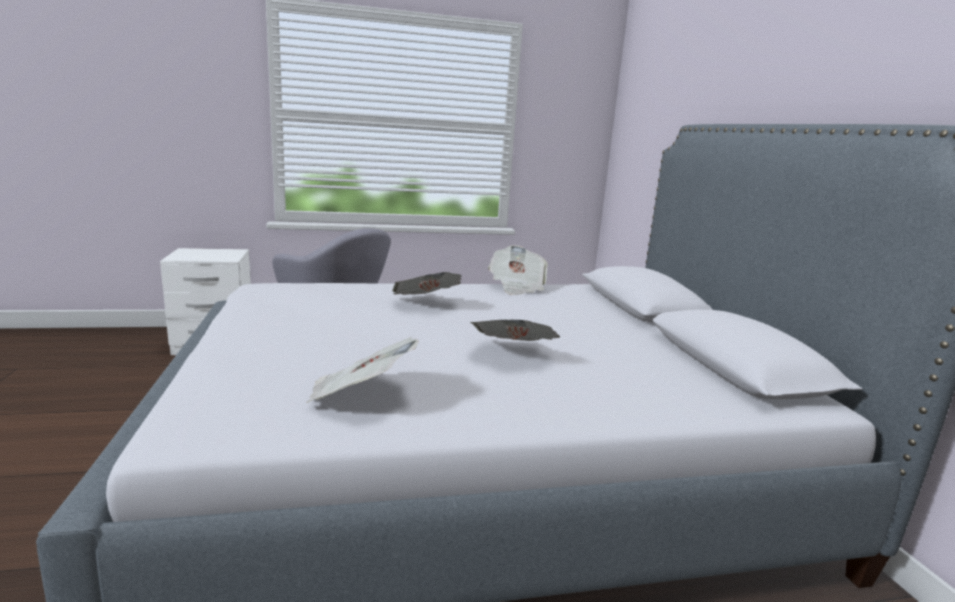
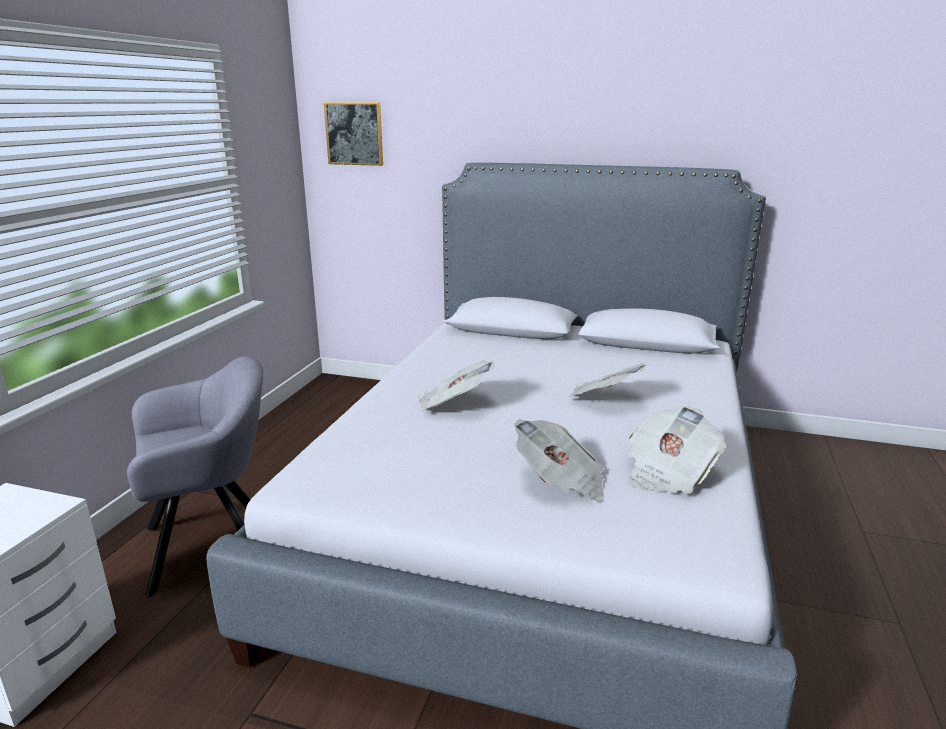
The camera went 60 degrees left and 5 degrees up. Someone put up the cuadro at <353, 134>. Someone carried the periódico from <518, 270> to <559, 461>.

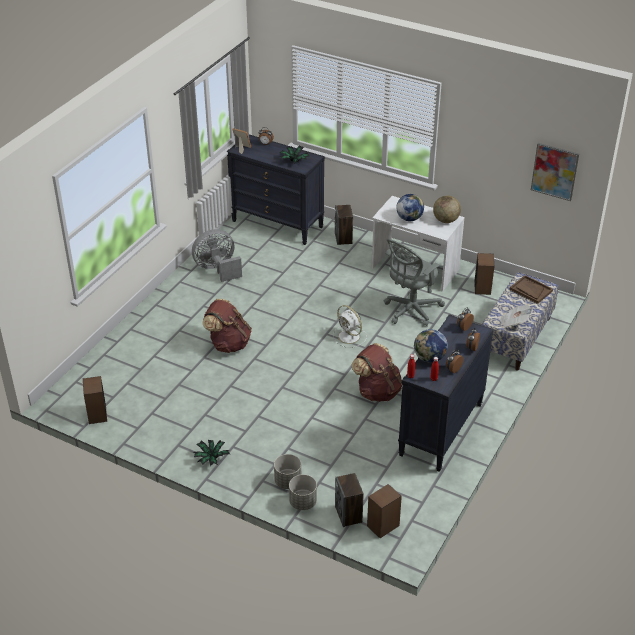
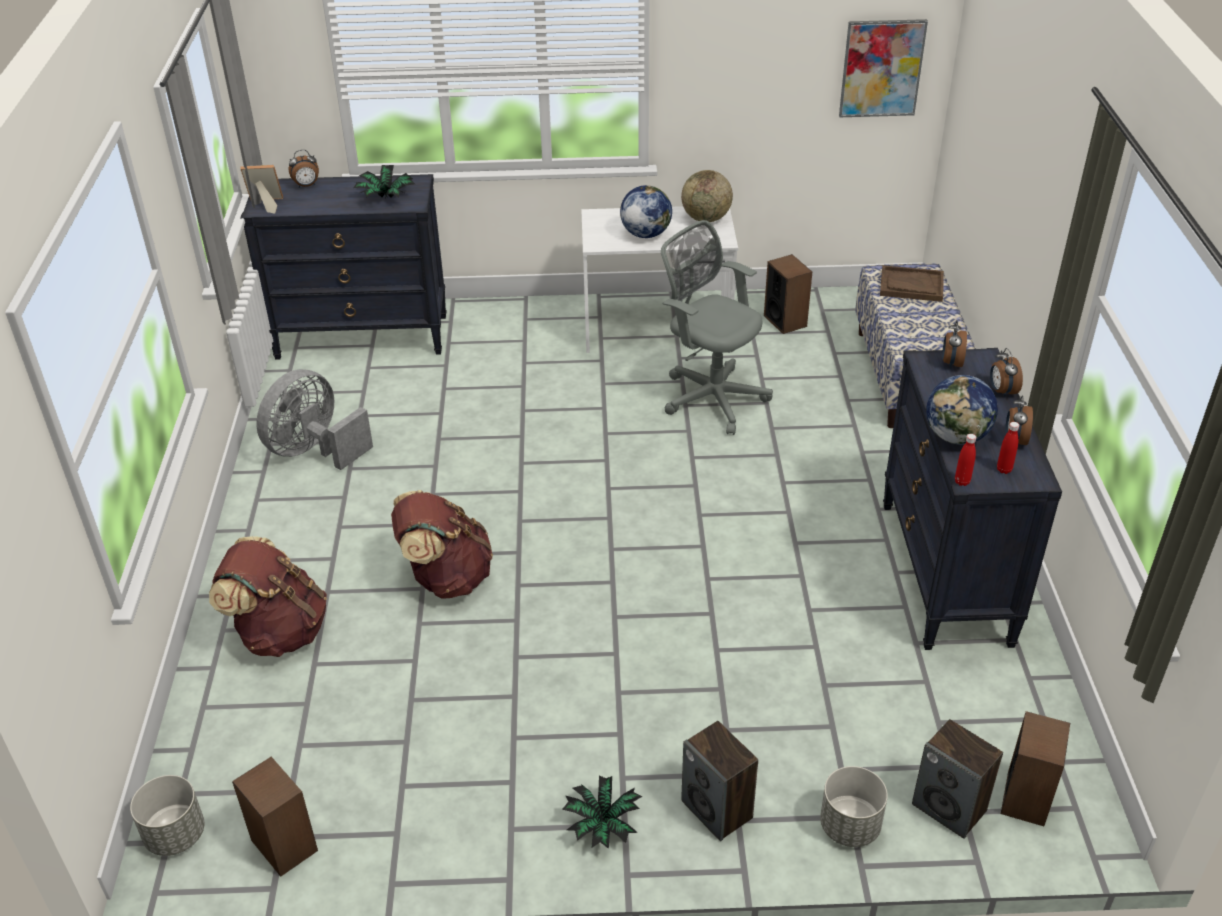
The camera went 30 degrees left and 0 degrees up. Someone carried the maceta/gris from <287, 471> to <167, 815>. Someone carried the mochila/marrón from <376, 372> to <268, 596>. Someone rotated the silla de oficina/gris at <414, 282> by 120 degrees clockwise. Someone carried the altavoz from <344, 225> to <719, 781>. Someone took away the ventilador/blanco at <350, 326>. Someone took away the periódico at <516, 316>.

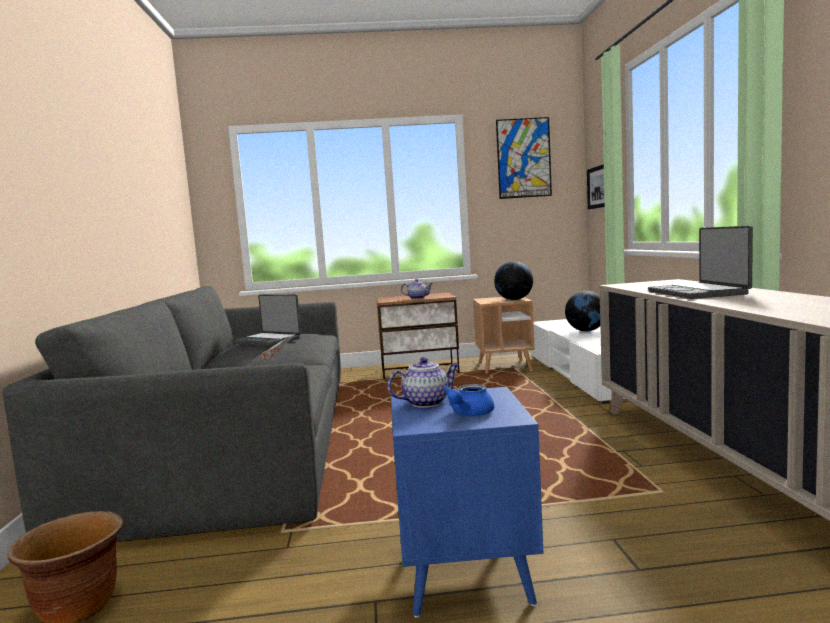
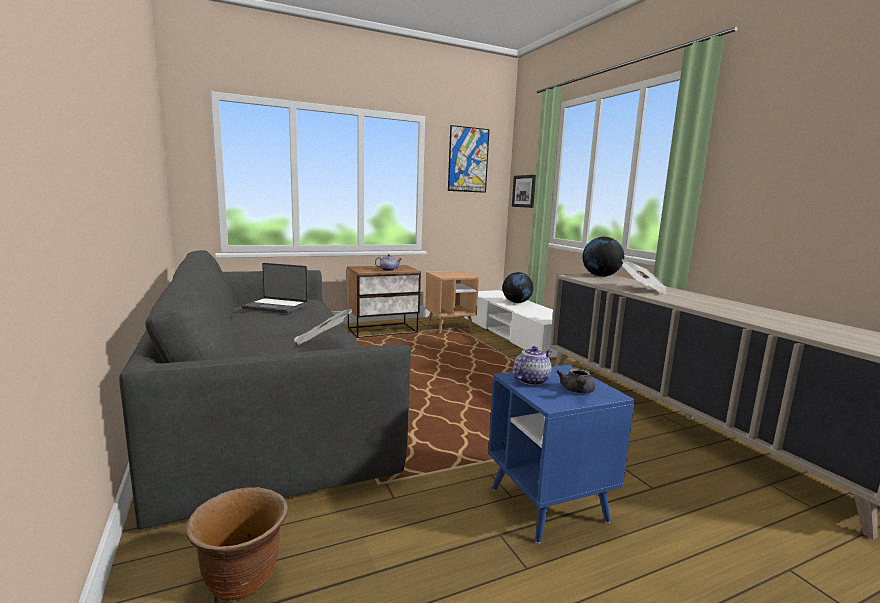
The camera went 20 degrees left and 5 degrees up. Someone repainted the tetera/azul at <468, 400>, which became the tetera/gris at <576, 381>. Someone carried the globo terráqueo from <513, 280> to <603, 257>. Someone swapped the portátil at <700, 262> for the periódico at <644, 276>.

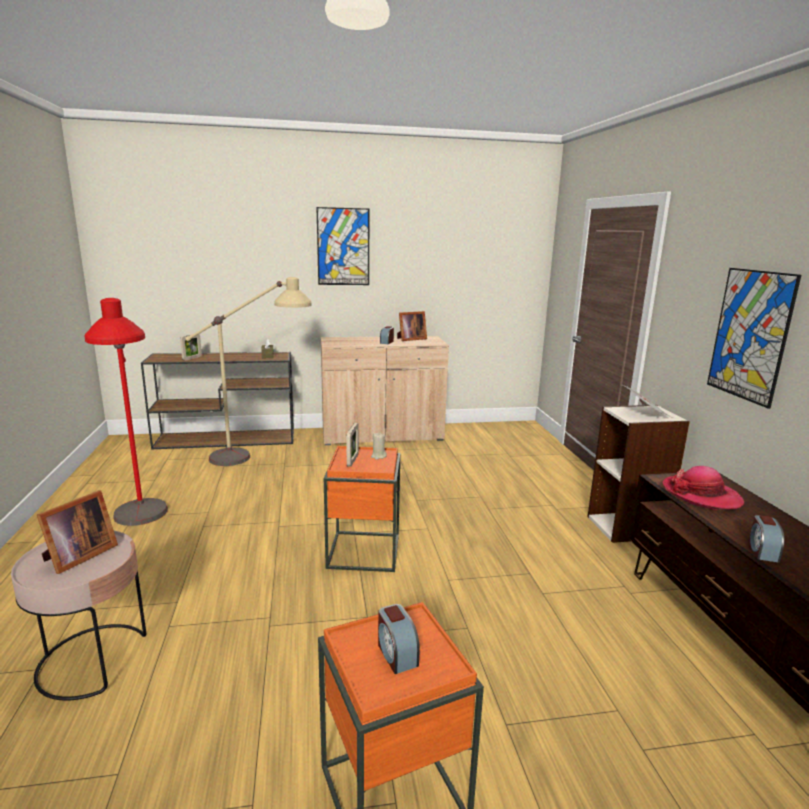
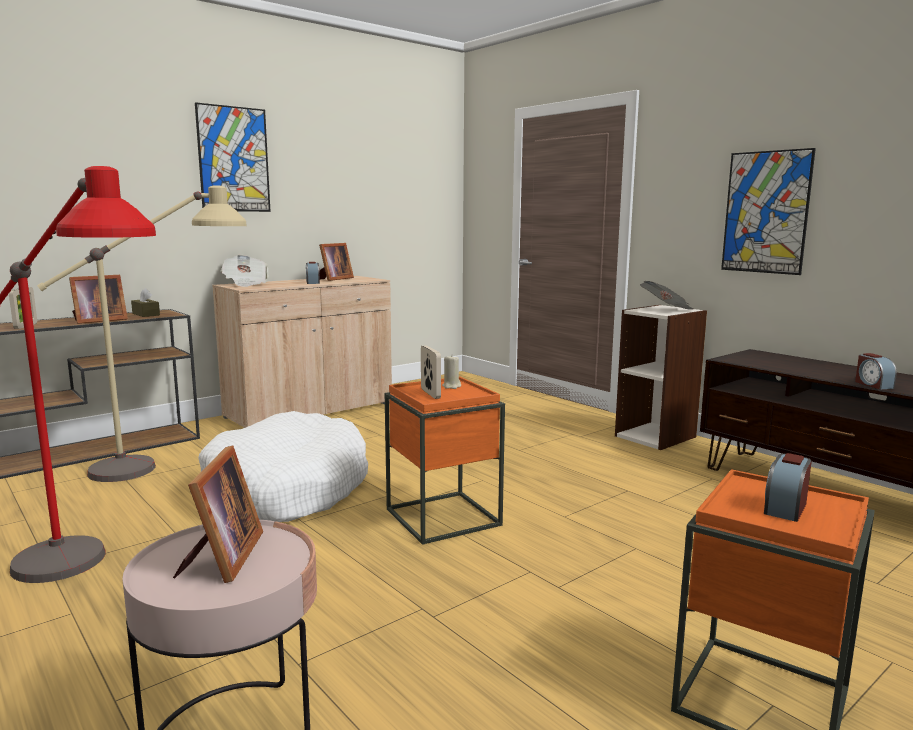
The camera went 30 degrees left and 5 degrees down. Someone put down the portarretratos at <98, 299>. Someone put down the cama para perro/blanco at <283, 466>. Someone put down the periódico at <244, 271>. Someone rotated the despertador at <399, 639> by 90 degrees clockwise. Someone took away the sombrero at <703, 488>.

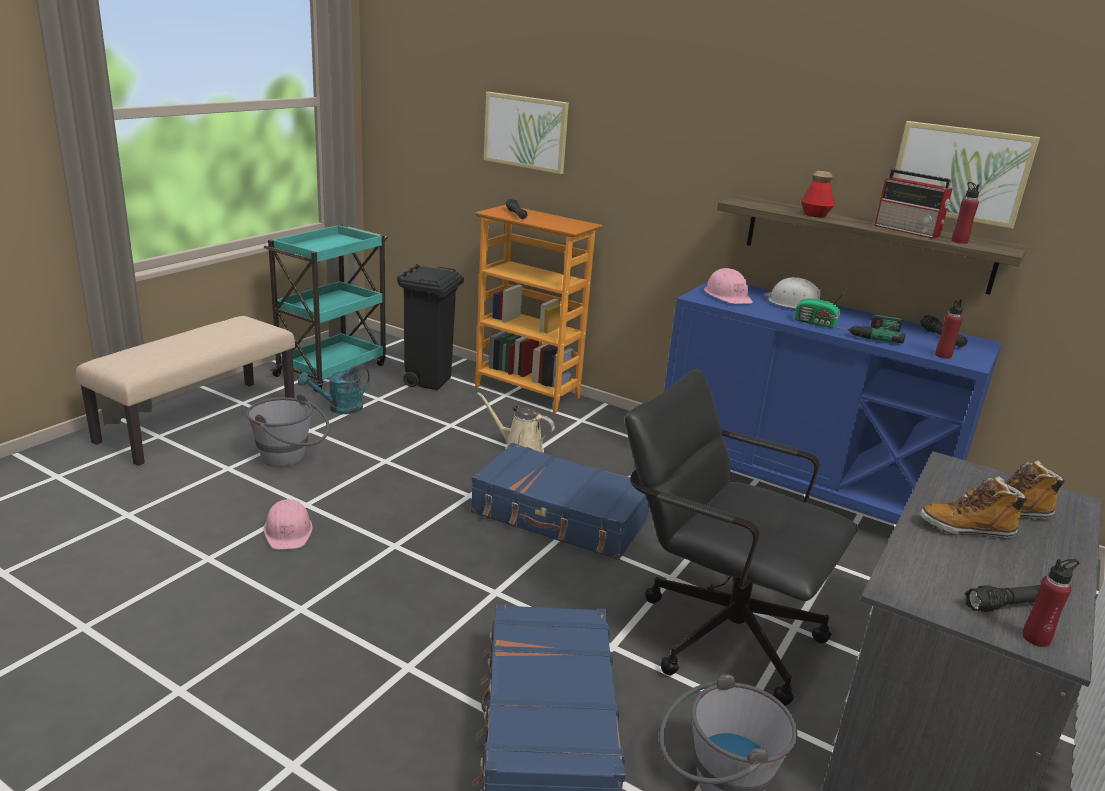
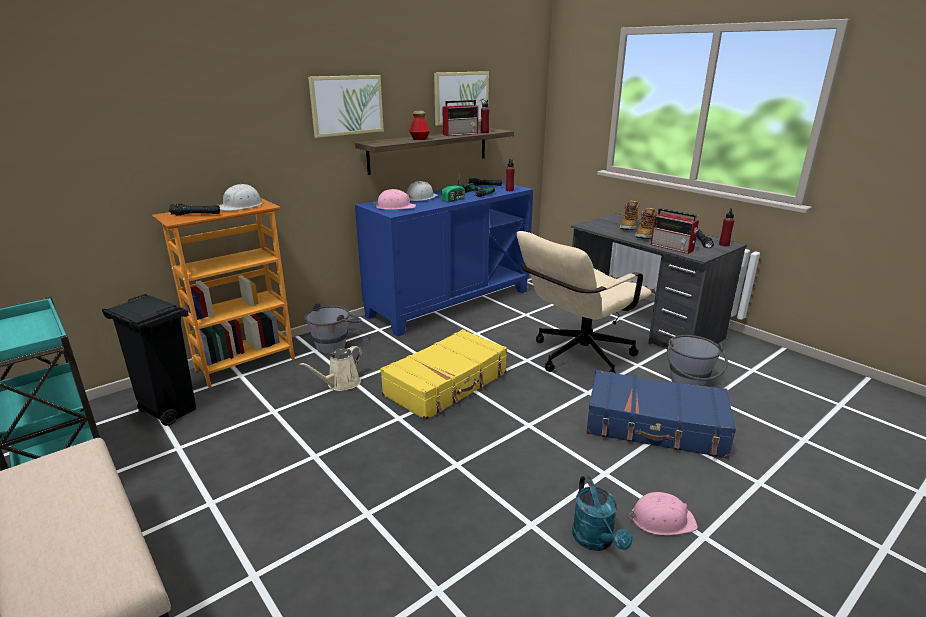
The camera went 70 degrees left and 0 degrees up. Someone put down the casco/blanco at <240, 197>. Someone carried the cubo/gris from <288, 430> to <332, 328>. Someone carried the cuadro from <526, 133> to <346, 106>. Someone repainted the maleta/azul at <560, 501>, which became the maleta/amarillo at <443, 374>. Someone repainted the silla de oficina/negro at <741, 537>, which became the silla de oficina/beis at <584, 302>. Someone carried the regadera/turquesa from <334, 389> to <602, 513>. Someone carried the casco/rosa from <288, 524> to <663, 513>. Someone put down the radio at <675, 231>.

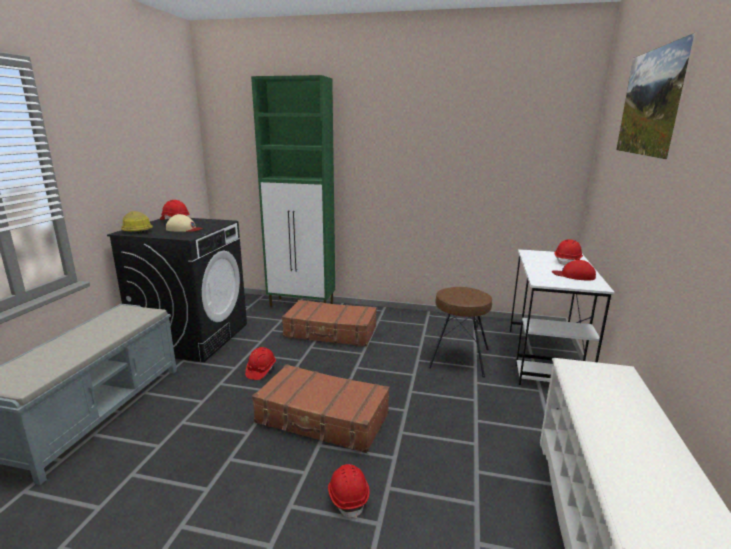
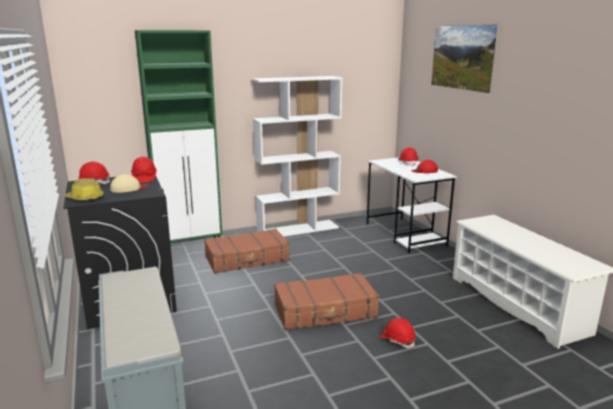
The camera went 35 degrees left and 0 degrees up. Someone carried the casco/rojo from <260, 363> to <144, 170>. Someone put down the estantería/blanco at <297, 156>. Someone took away the taburete/marrón at <460, 332>.

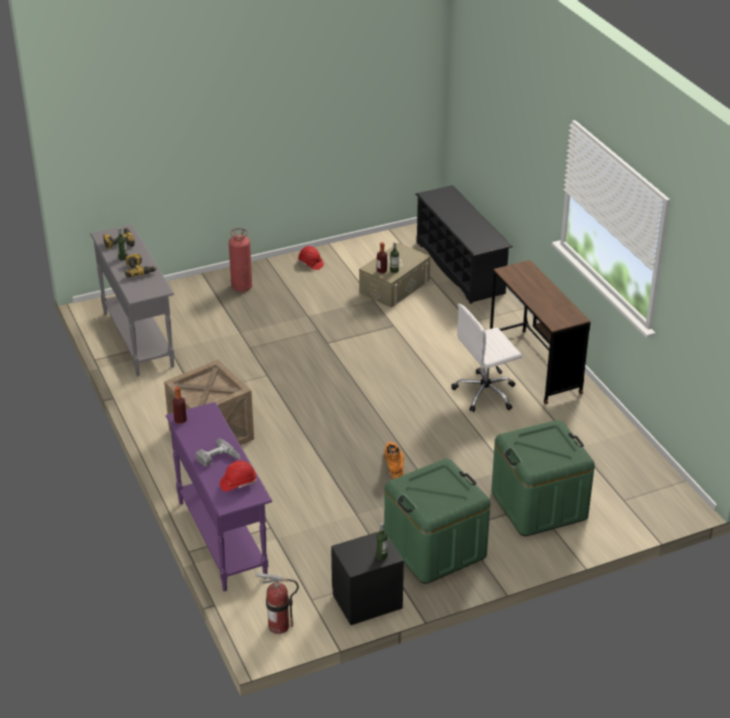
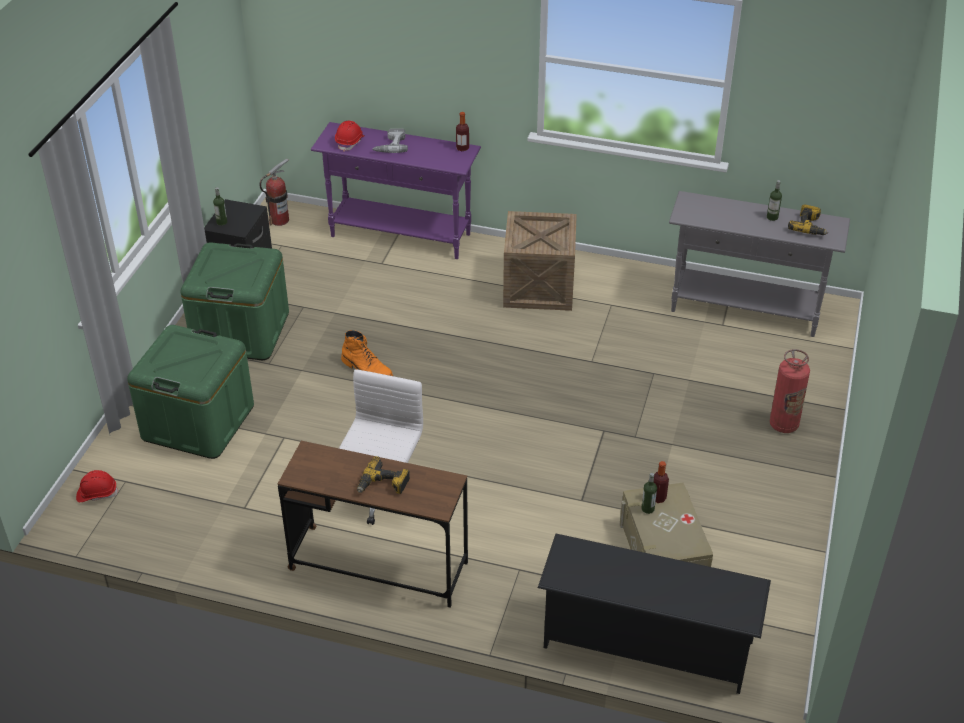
The camera went 130 degrees right and 5 degrees up. Someone carried the casco/rojo from <311, 258> to <97, 486>. Someone carried the taladro from <141, 265> to <383, 475>.

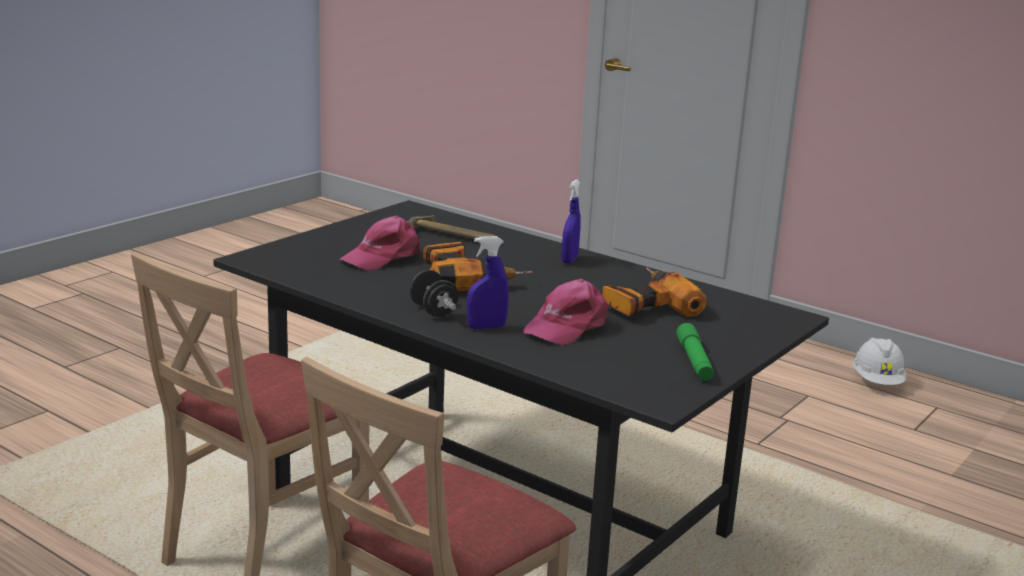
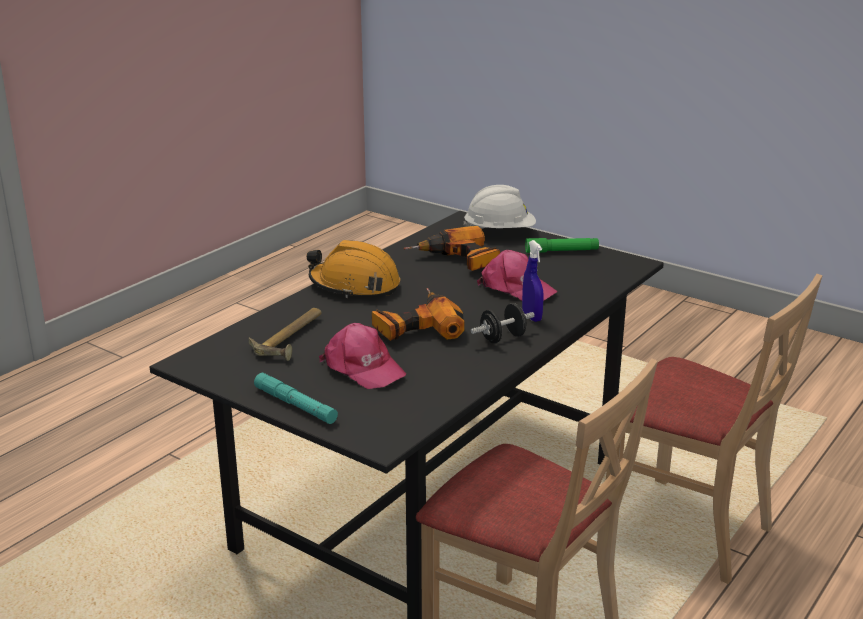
The camera went 90 degrees left and 5 degrees up. Someone put down the linterna/turquesa at <296, 398>. Someone swapped the pulverizador/azul at <571, 222> for the casco/naranja at <353, 269>. Someone carried the casco/blanco from <879, 361> to <499, 207>.

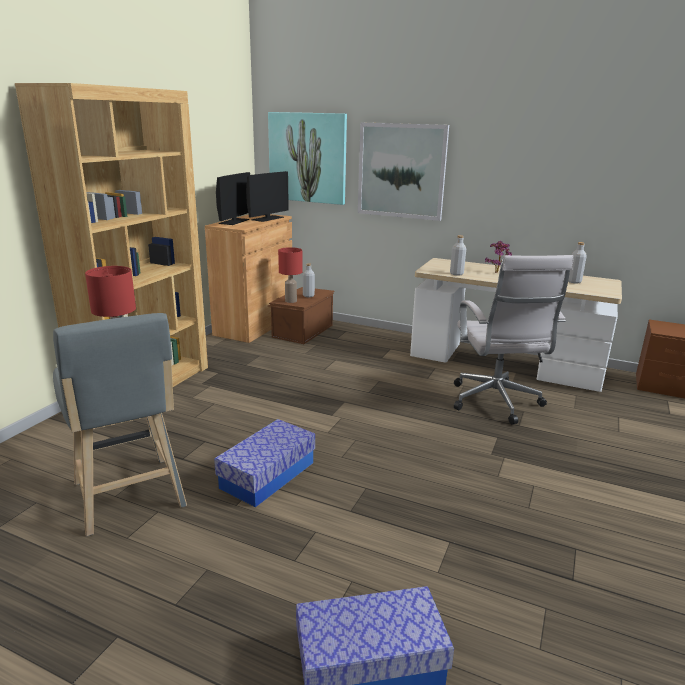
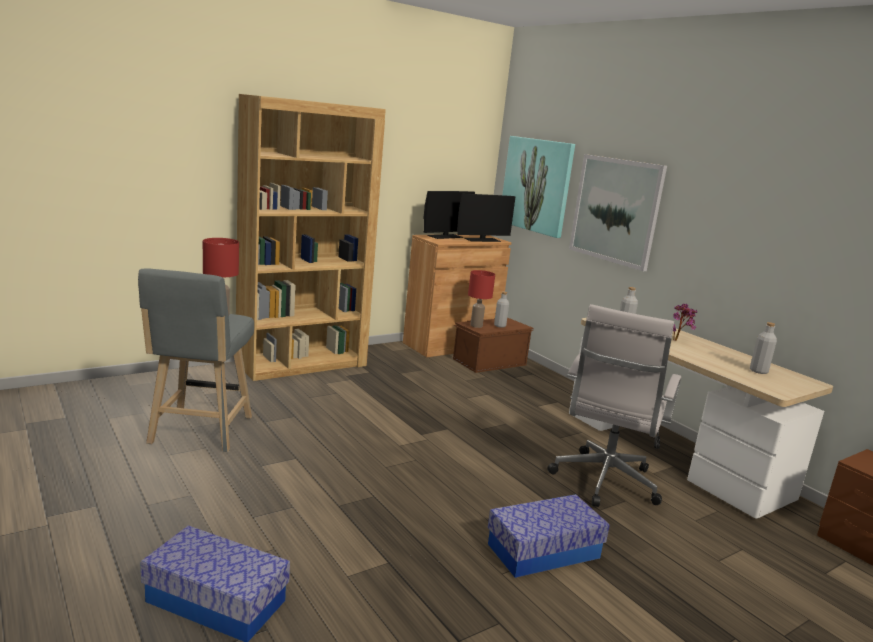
The camera went 30 degrees right and 5 degrees down. Someone carried the caja de almacenaje from <264, 463> to <549, 536>.

